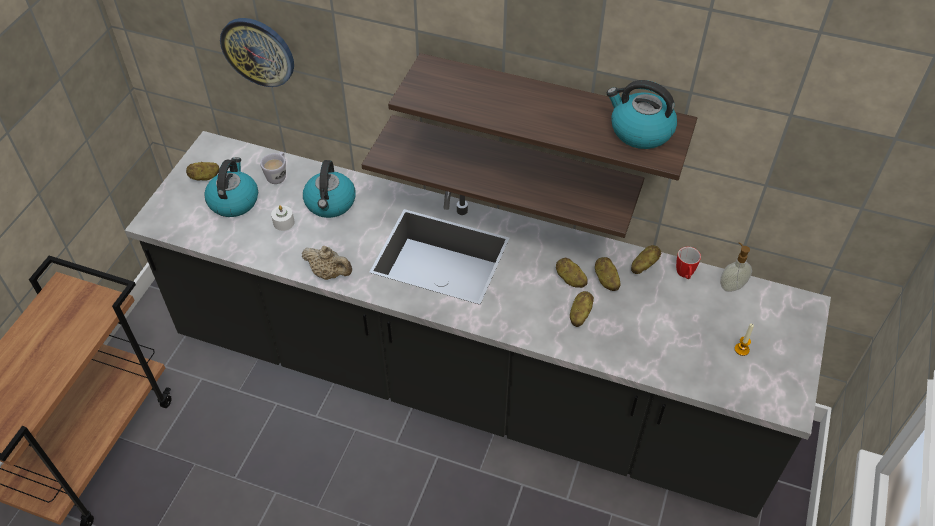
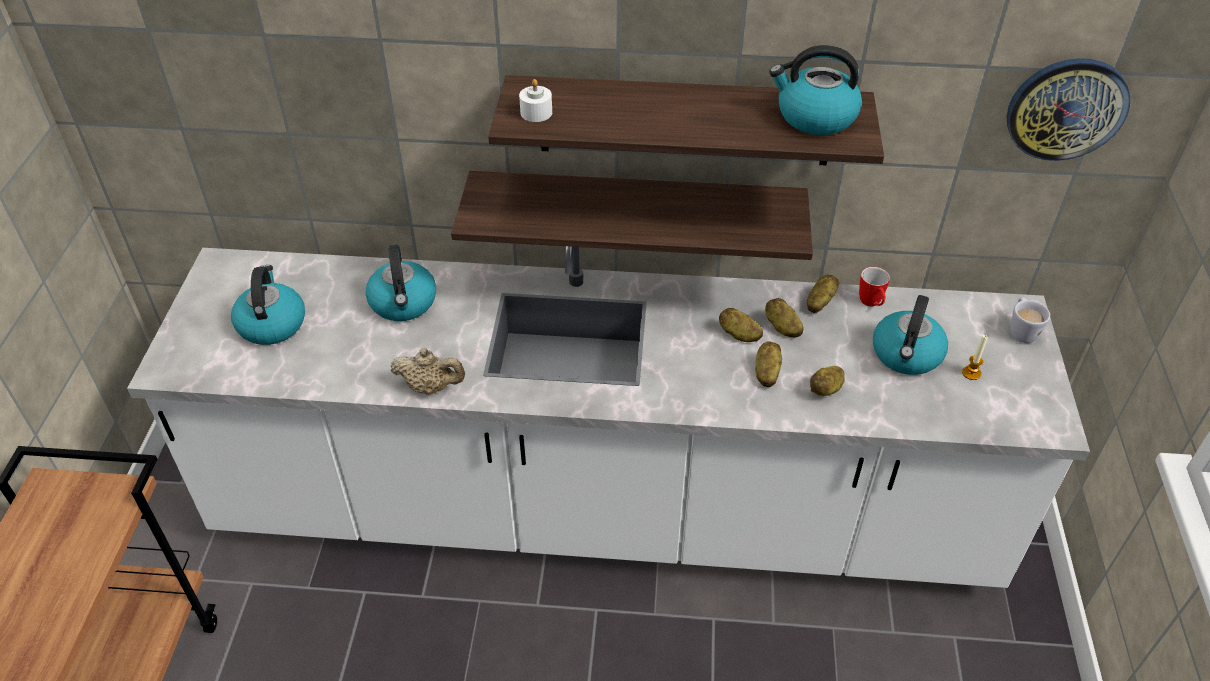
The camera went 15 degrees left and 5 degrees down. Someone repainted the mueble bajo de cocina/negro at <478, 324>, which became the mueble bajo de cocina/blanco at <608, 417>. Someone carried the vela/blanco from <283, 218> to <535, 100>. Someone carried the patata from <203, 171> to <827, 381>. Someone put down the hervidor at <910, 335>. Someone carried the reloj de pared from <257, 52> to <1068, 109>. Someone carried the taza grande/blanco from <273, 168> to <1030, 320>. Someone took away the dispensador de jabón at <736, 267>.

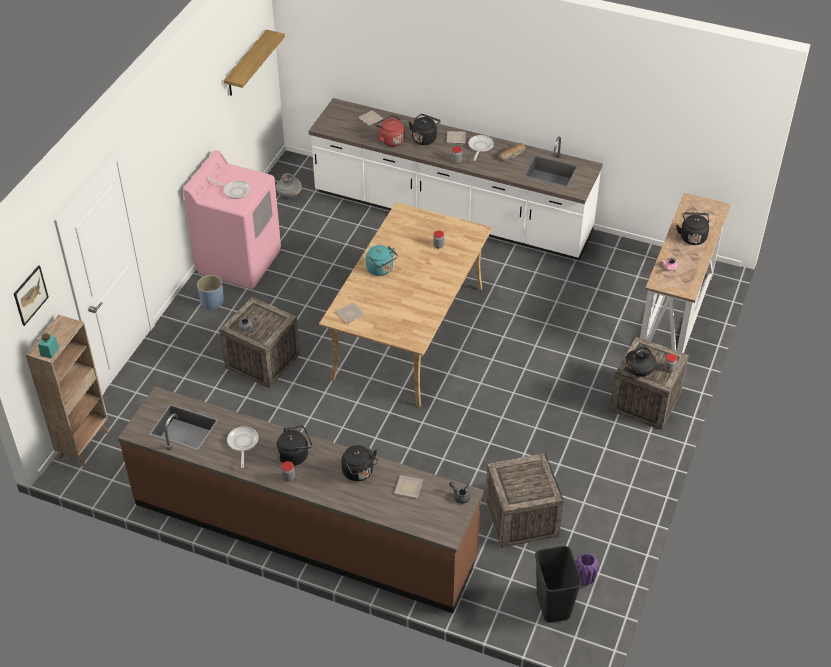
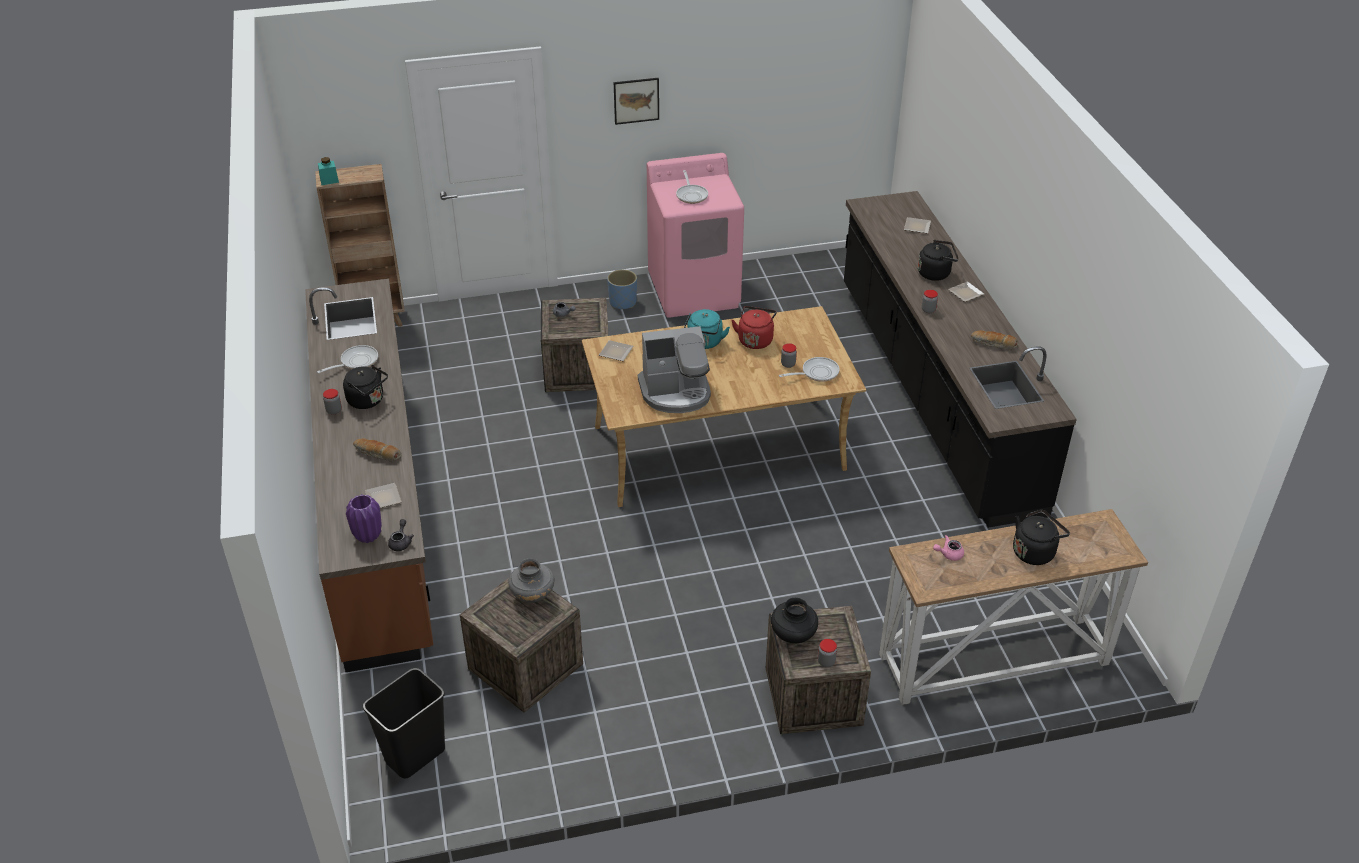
The camera went 55 degrees right and 5 degrees down. Someone carried the florero/morado from <587, 569> to <364, 518>. Someone swapped the hervidor/negro at <359, 463> for the pan at <377, 449>. Someone carried the florero/gris from <289, 186> to <531, 580>. Someone carried the cuadro from <31, 295> to <636, 101>. Someone put down the cafetera at <674, 369>. Someone carried the hervidor/rojo from <389, 131> to <754, 327>. Someone carried the sartén from <481, 148> to <809, 369>. Someone repainted the mueble bajo de cocina/blanco at <456, 179>, which became the mueble bajo de cocina/negro at <960, 359>. Someone took away the estante at <254, 63>.

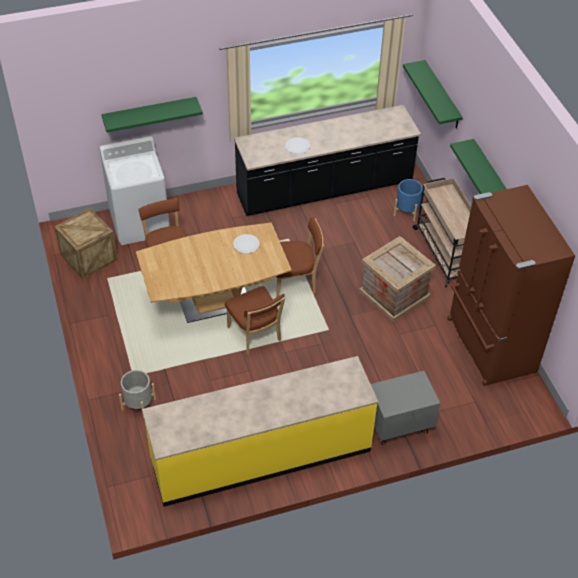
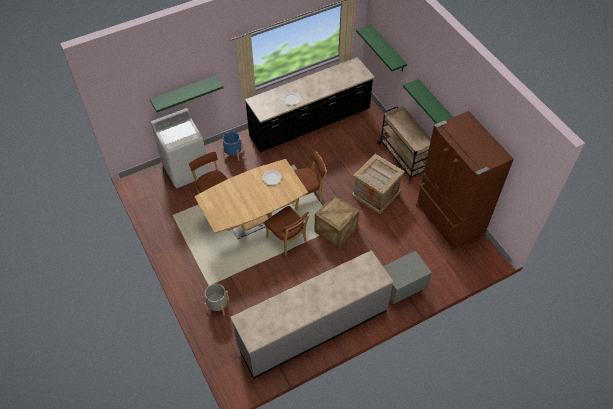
The camera went 10 degrees left and 5 degrees up. Someone carried the maceta/azul from <408, 200> to <232, 146>. Someone repainted the mueble bajo de cocina/amarillo at <260, 431>, which became the mueble bajo de cocina/gris at <312, 314>. Someone carried the caja de embalaje from <86, 243> to <336, 221>.

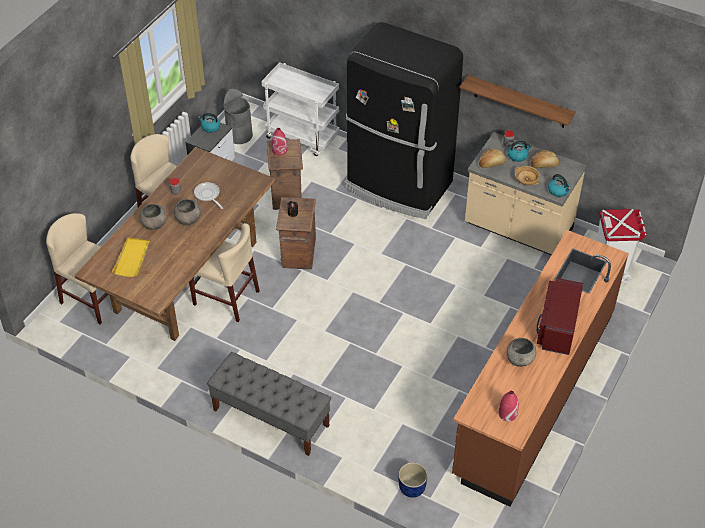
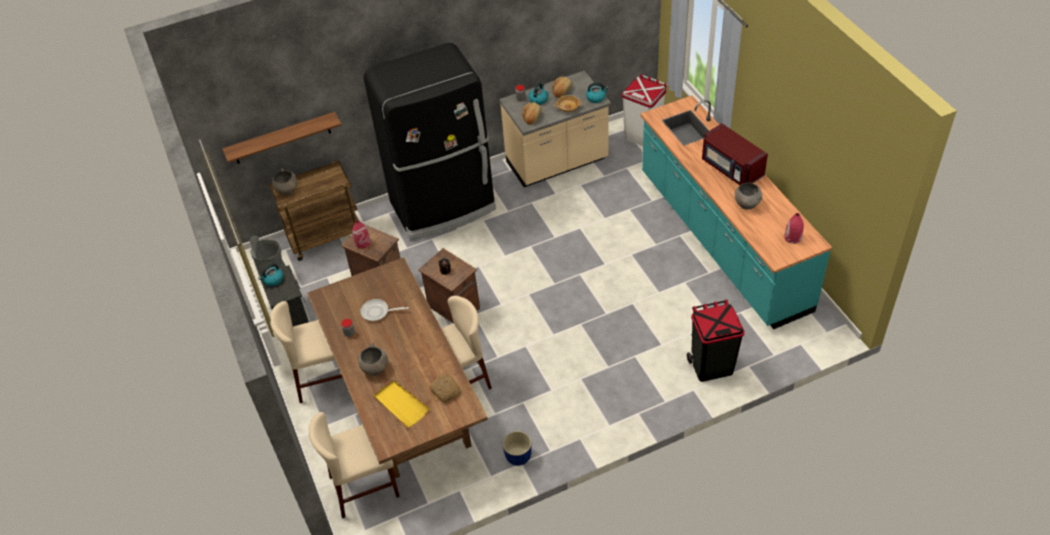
The camera went 50 degrees left and 0 degrees up. Someone carried the estante from <517, 101> to <281, 138>. Someone repainted the carrito/blanco at <300, 109>, which became the carrito/marrón at <313, 211>. Someone carried the cuenco/gris from <187, 212> to <284, 182>. Someone put down the pan at <445, 389>. Someone carried the maceta/azul from <413, 480> to <517, 448>. Someone repainted the mueble bajo de cocina/marrón at <540, 368>, which became the mueble bajo de cocina/turquesa at <736, 212>. Someone put down the papelera/negro at <716, 340>. Someone took away the banco/gris at <269, 404>.

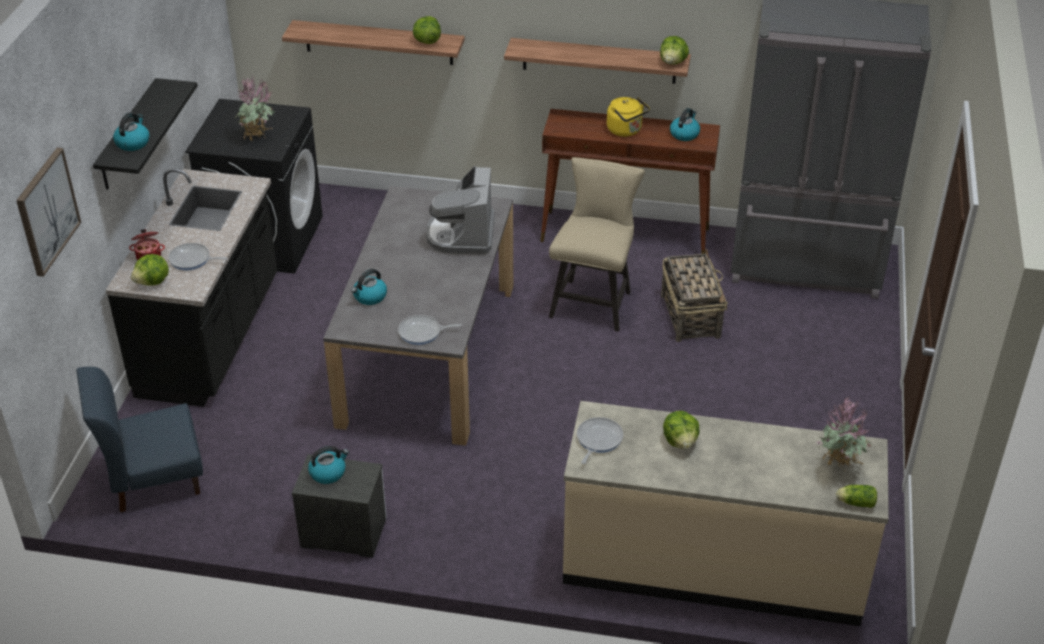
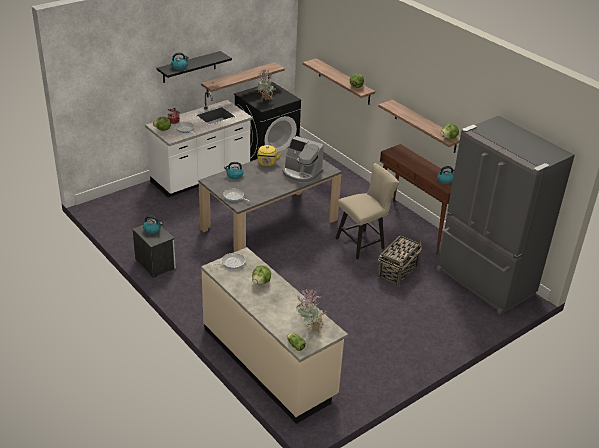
The camera went 40 degrees right and 5 degrees down. Someone repainted the mueble bajo de cocina/negro at <191, 287>, which became the mueble bajo de cocina/blanco at <199, 144>. Someone put up the estante at <243, 79>. Someone carried the hervidor/amarillo from <628, 117> to <269, 155>. Someone rotated the cafetera at <460, 210> by 105 degrees counterclockwise. Someone took away the cuadro at <48, 212>. Someone took away the silla/azul at <139, 439>.

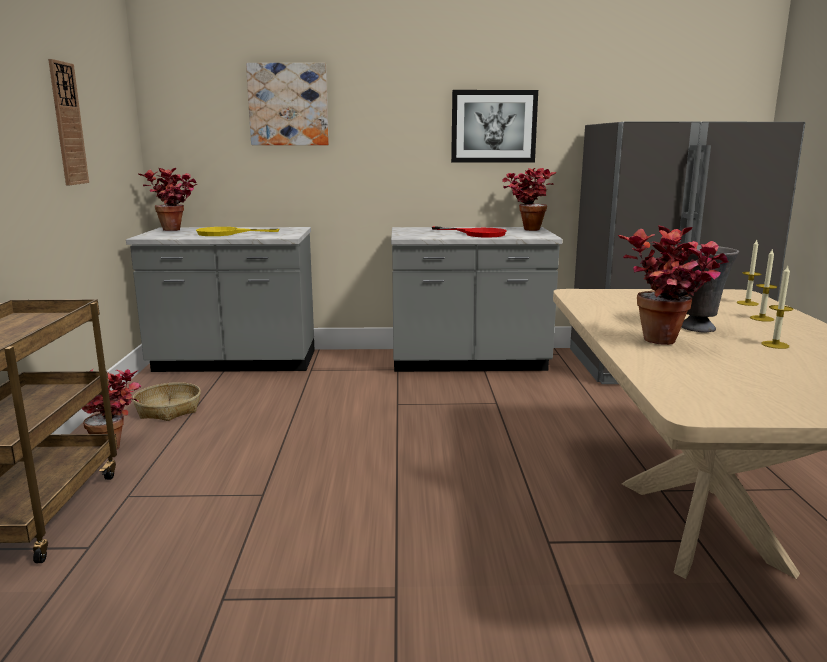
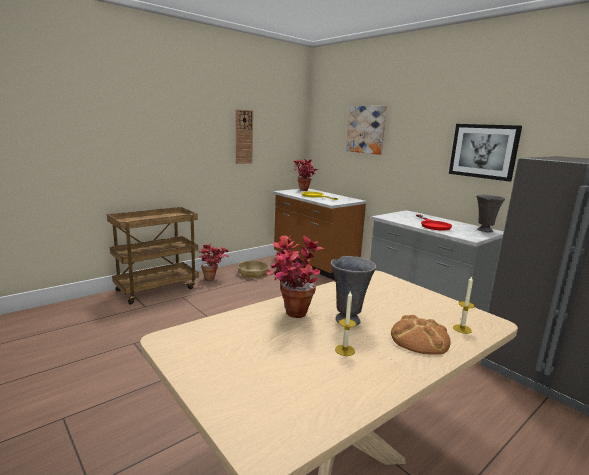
The camera went 50 degrees right and 0 degrees up. Someone repainted the mueble bajo de cocina/gris at <220, 299>, which became the mueble bajo de cocina/marrón at <320, 234>. Someone swapped the vela at <763, 285> for the pan at <421, 335>. Someone swapped the planta en maceta at <529, 199> for the florero/gris at <490, 213>.

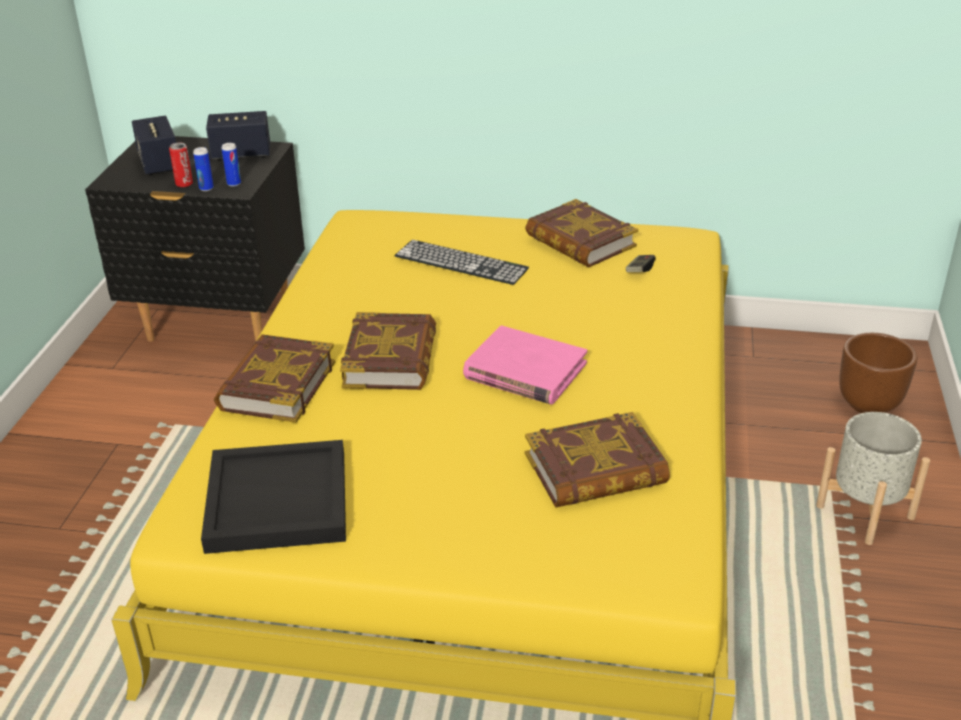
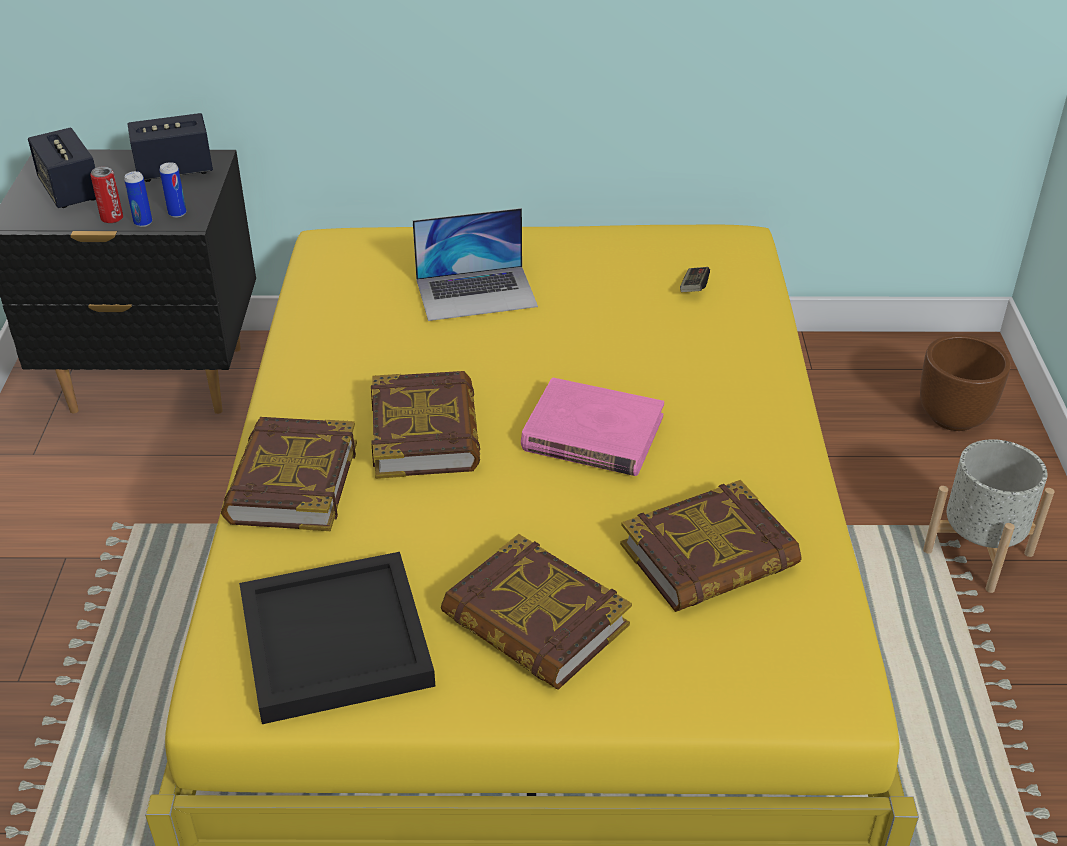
The camera went 10 degrees left and 5 degrees up. Someone swapped the teclado at <462, 262> for the portátil at <475, 264>. Someone carried the libro from <581, 233> to <536, 612>.

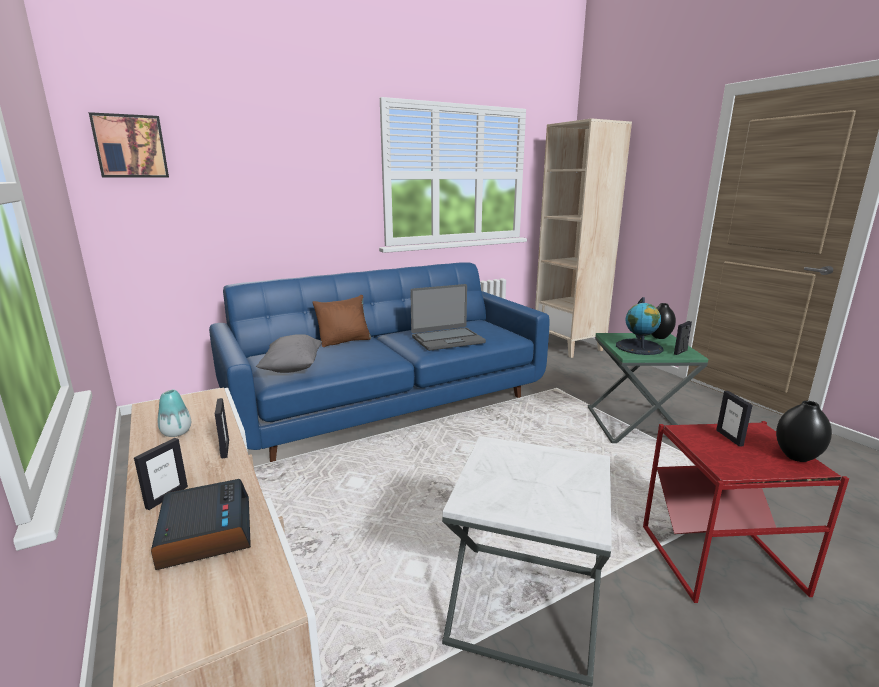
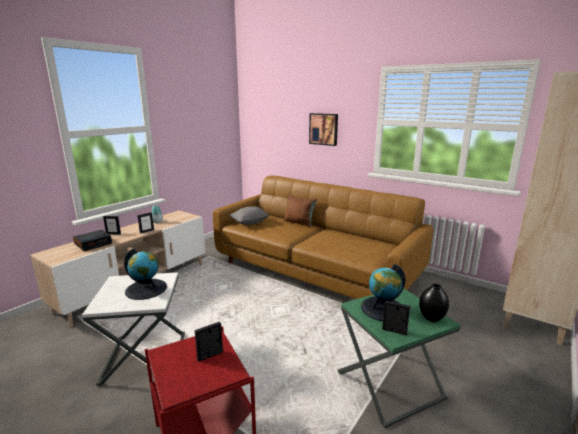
The camera went 65 degrees right and 0 degrees up. Someone put down the globo terráqueo at <145, 274>. Someone repainted the sofá/azul at <379, 362>, which became the sofá/marrón at <323, 237>. Someone carried the cuadro from <129, 145> to <323, 129>. Someone took away the portátil at <448, 317>. Someone took away the florero/negro at <804, 431>.

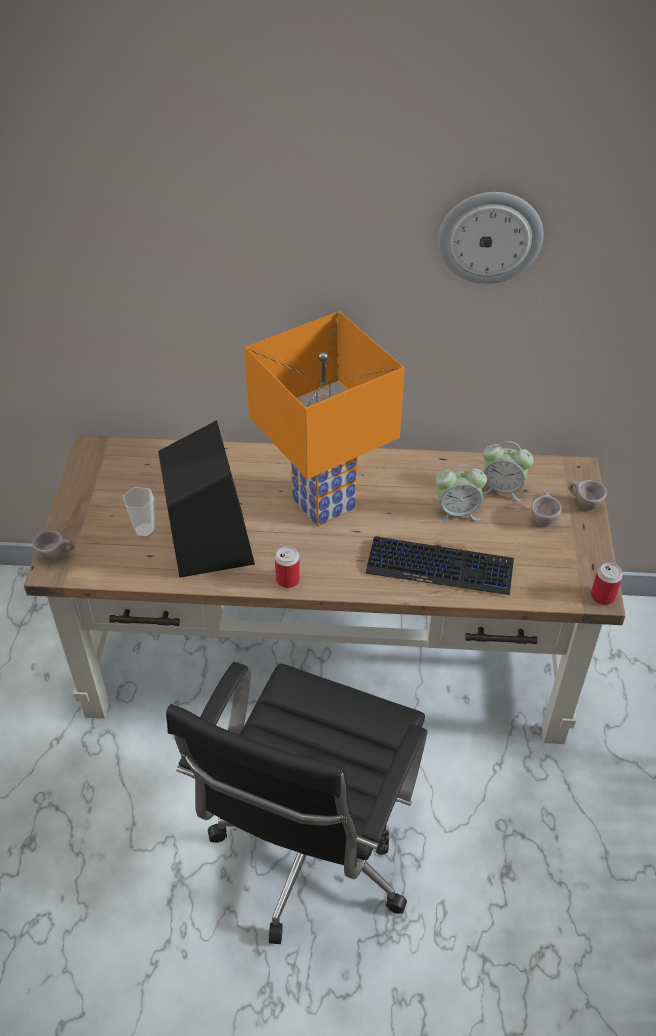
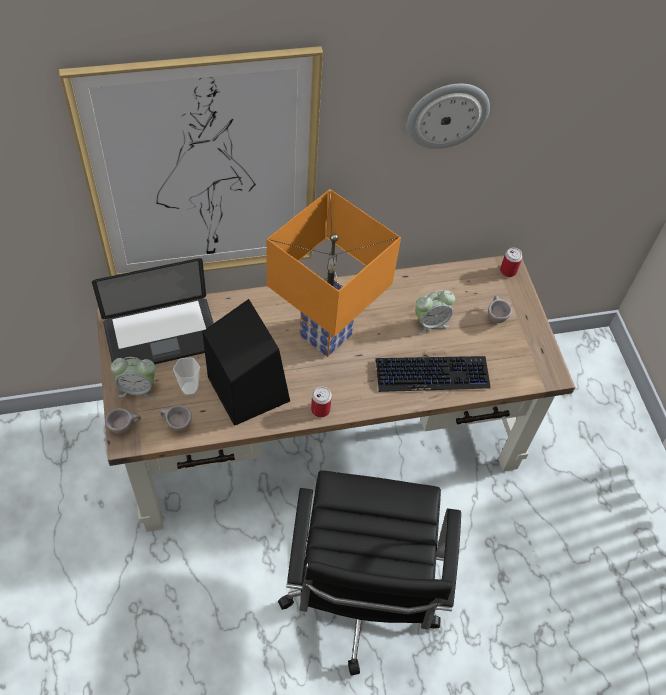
The camera went 20 degrees left and 10 degrees up. Someone put up the cuadro at <191, 161>. Someone put down the portátil at <153, 311>. Someone carried the despertador from <508, 471> to <133, 378>. Someone carried the taza/beis from <587, 495> to <176, 418>. Someone carried the lata from <607, 584> to <511, 262>.

